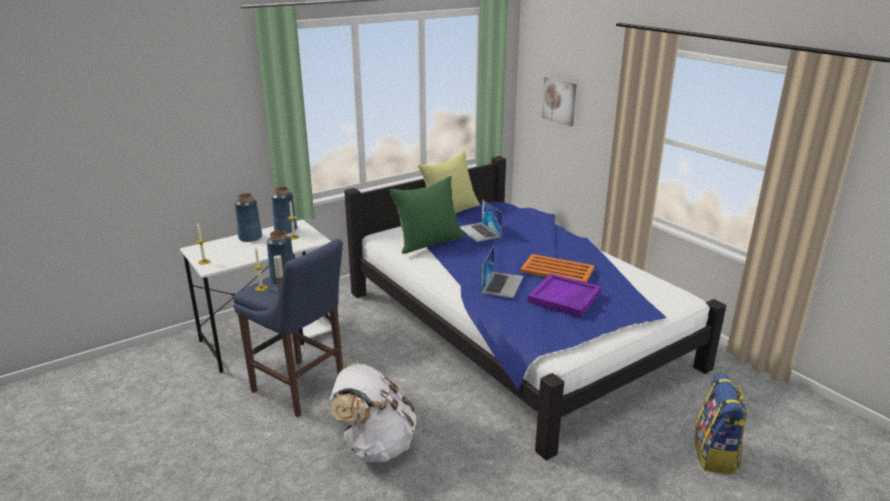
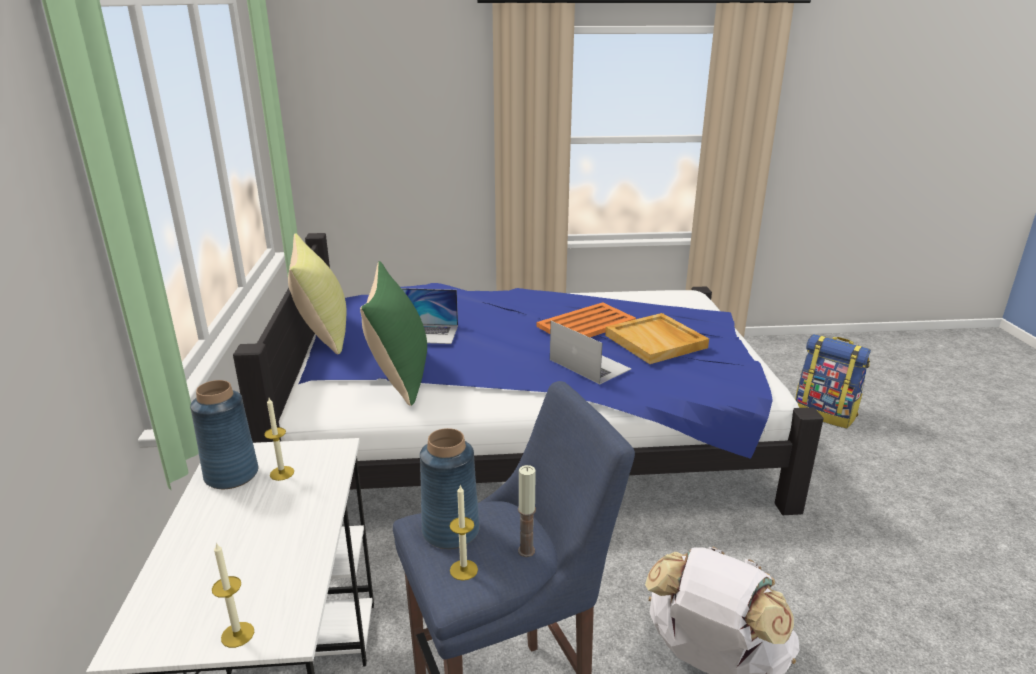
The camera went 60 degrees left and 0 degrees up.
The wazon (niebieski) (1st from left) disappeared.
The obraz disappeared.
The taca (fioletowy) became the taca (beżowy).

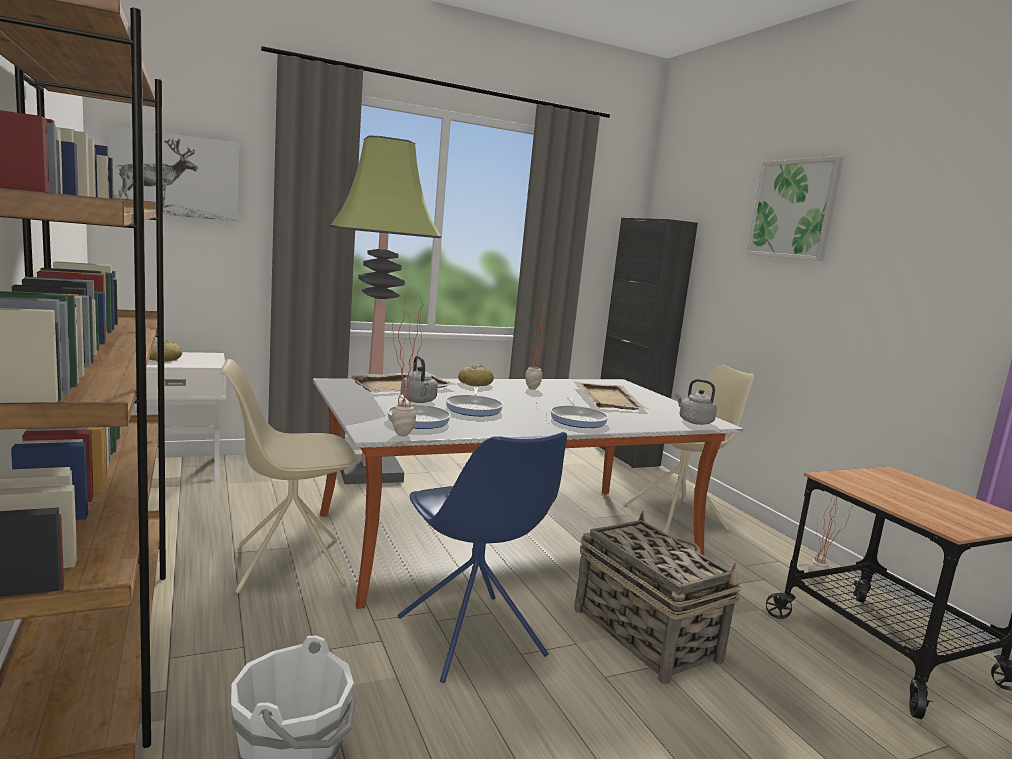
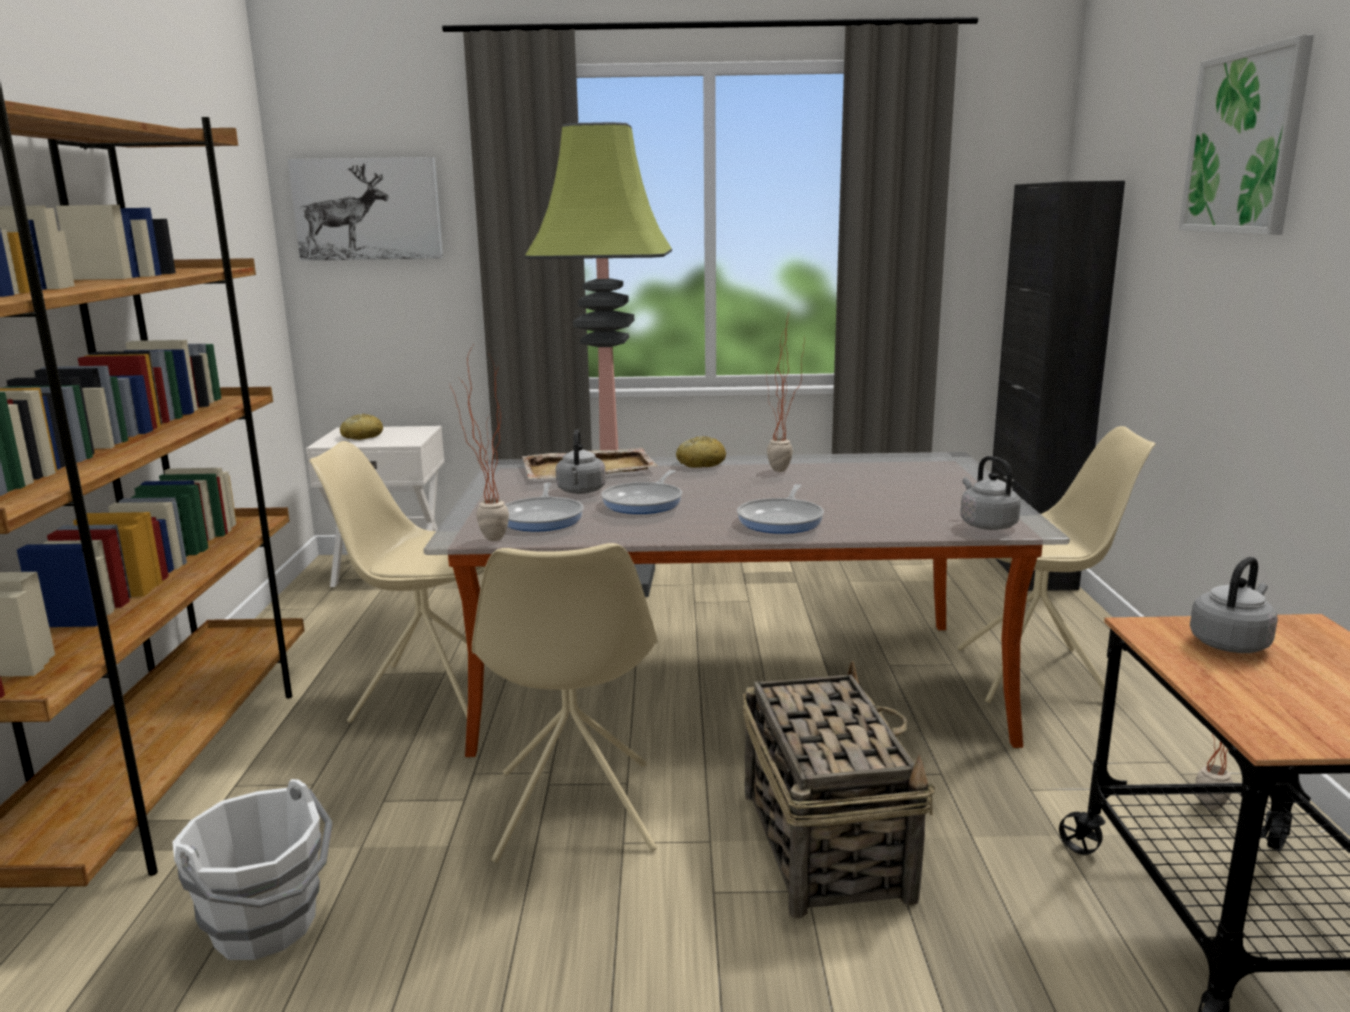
The camera went 25 degrees right and 5 degrees up.
The taca (beżowy) (2nd from left) disappeared.
The czajnik (szary) (3rd from left) appeared.
The krzesło (niebieski) became the krzesło (beżowy) (2nd from left).

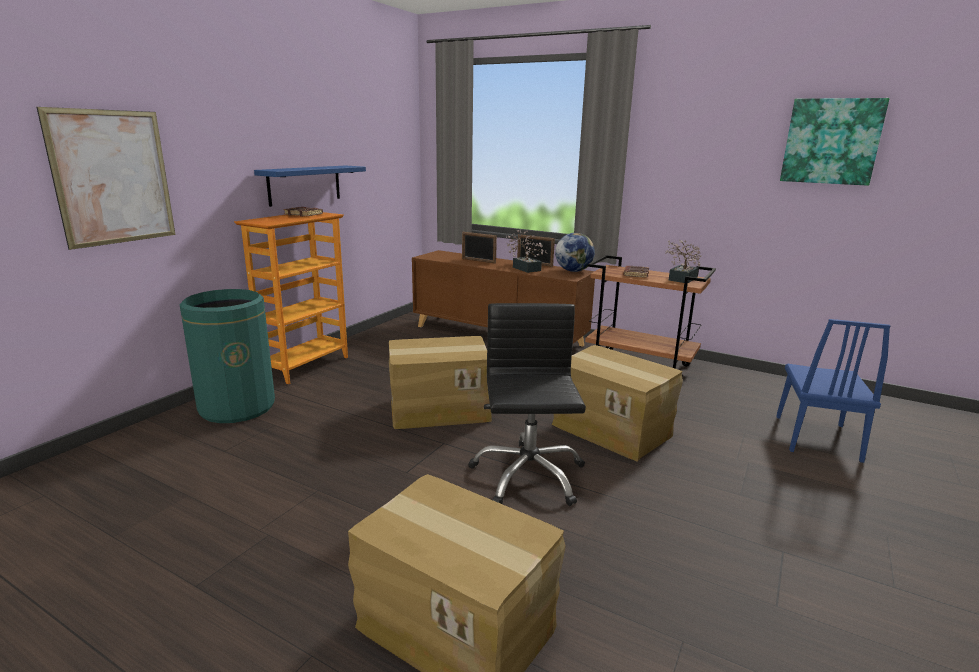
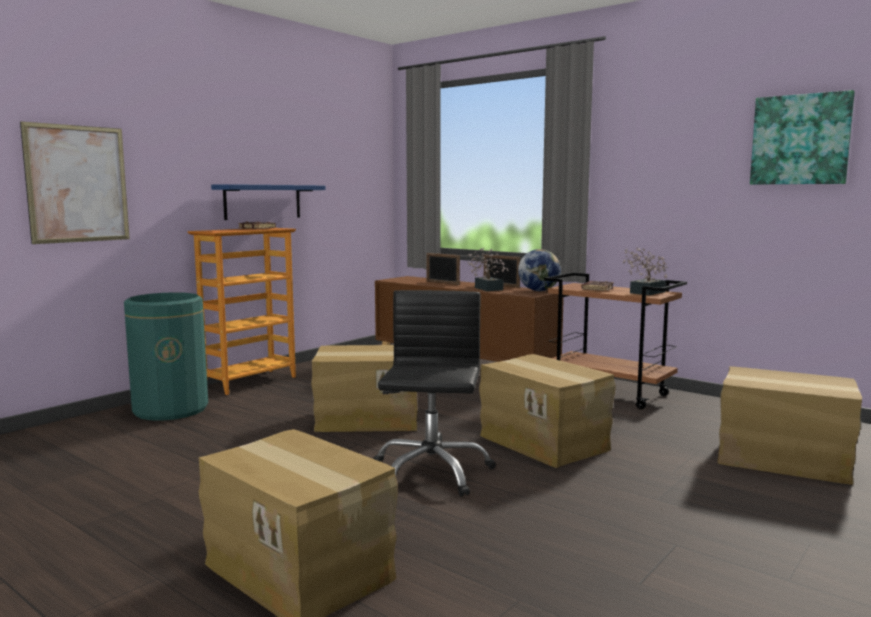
The camera went 10 degrees right and 10 degrees down.
The krzesło (niebieski) was replaced by the karton (4th from left).

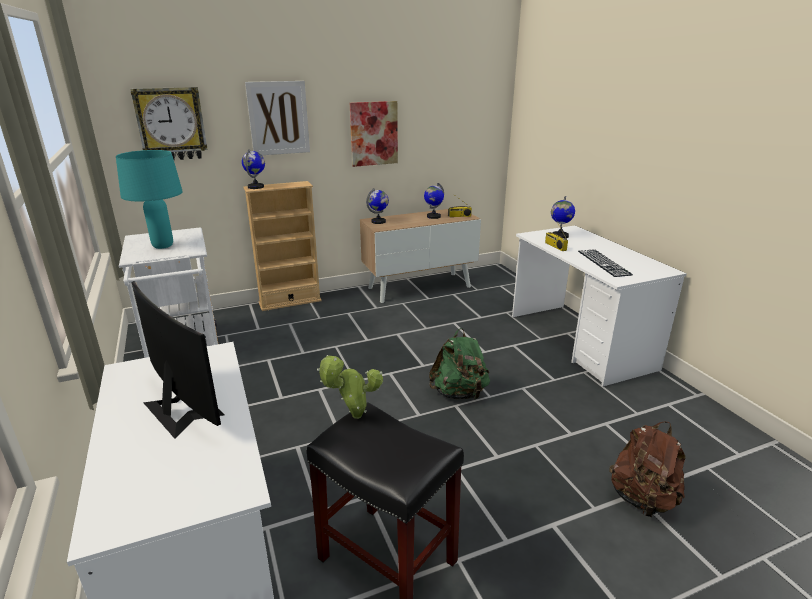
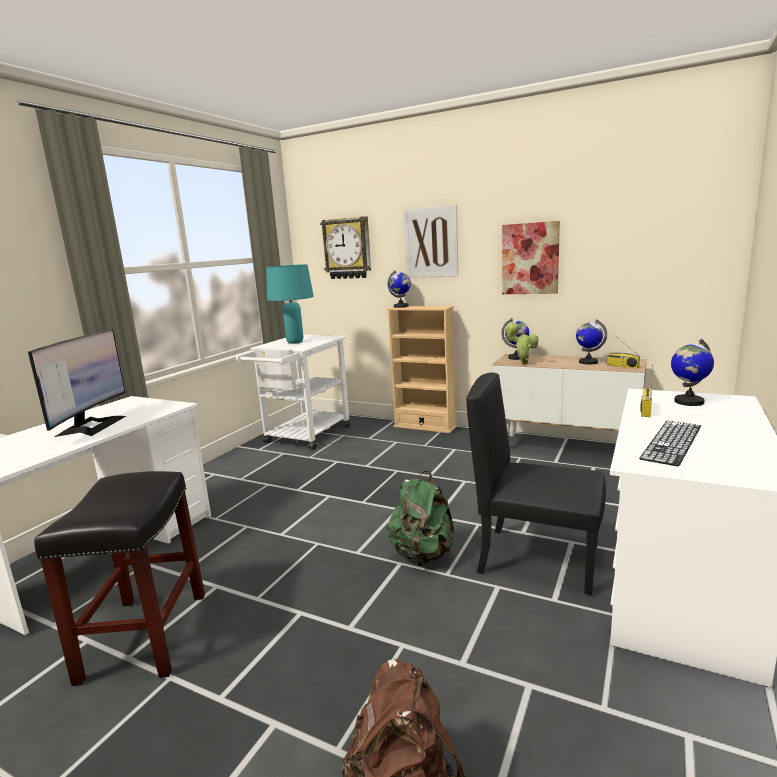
The camera went 50 degrees right and 10 degrees down.
The krzesło (czarny) appeared.
The roślina doniczkowa moved.

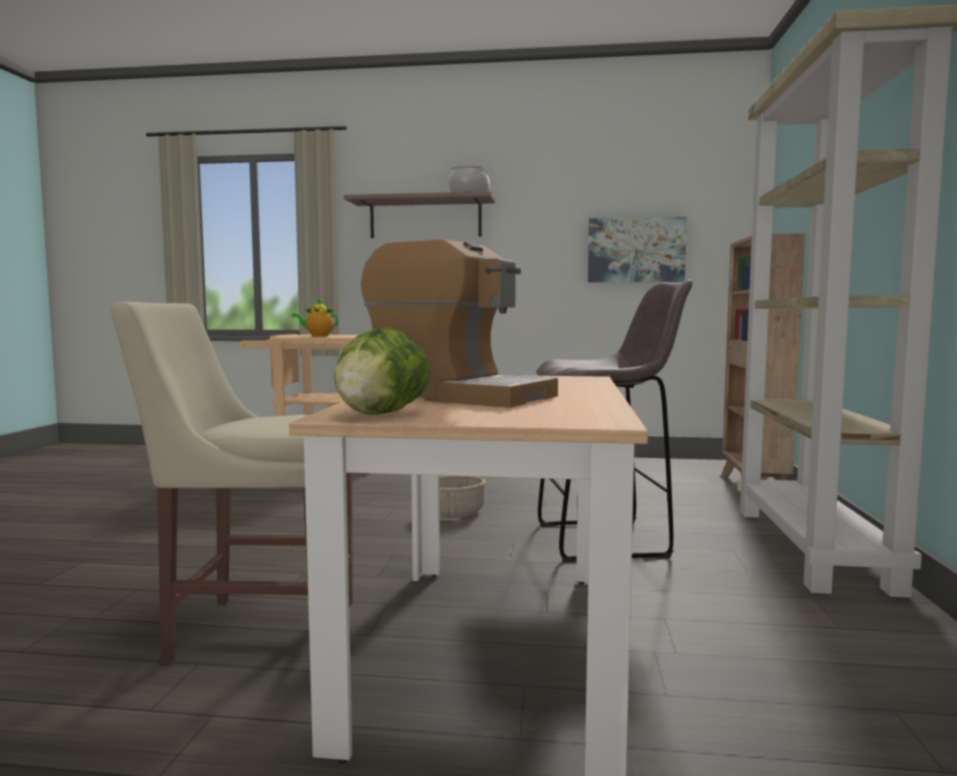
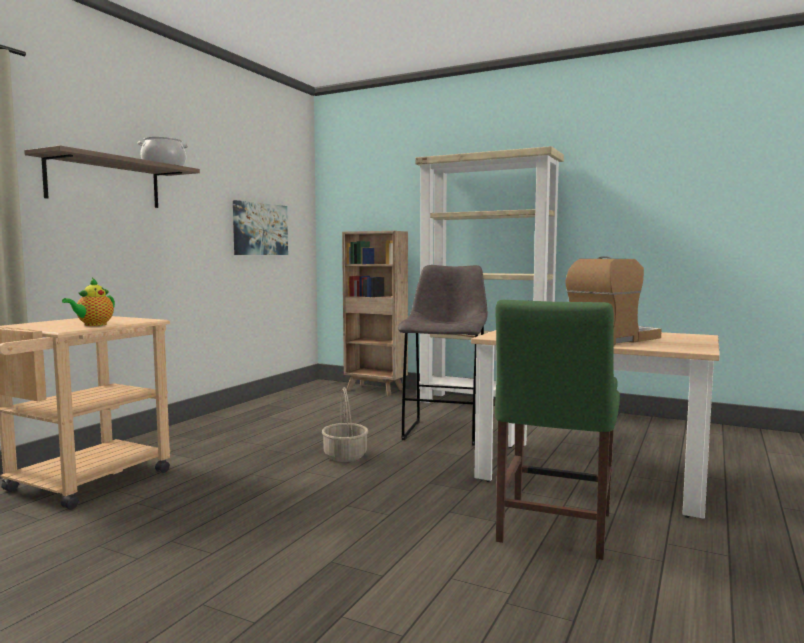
The camera went 70 degrees left and 0 degrees up.
The sałata disappeared.
The krzesło (beżowy) became the krzesło (zielony).

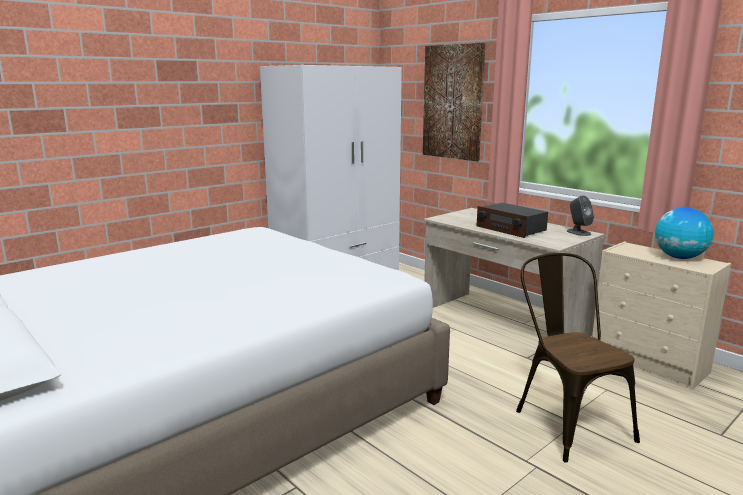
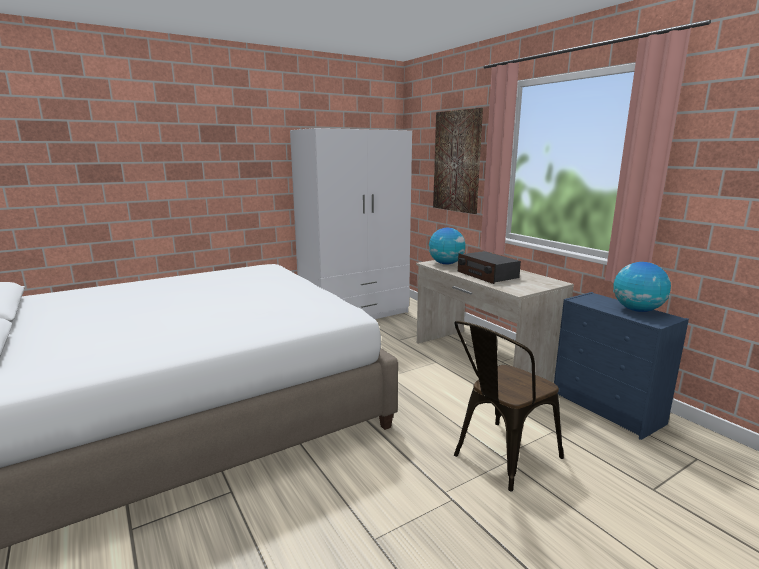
The camera went 10 degrees right and 0 degrees up.
The głośnik (szary) disappeared.
The globus (1st from left) appeared.
The komoda (beżowy) became the komoda (niebieski).
The krzesło (brązowy) turned 120 degrees counterclockwise.

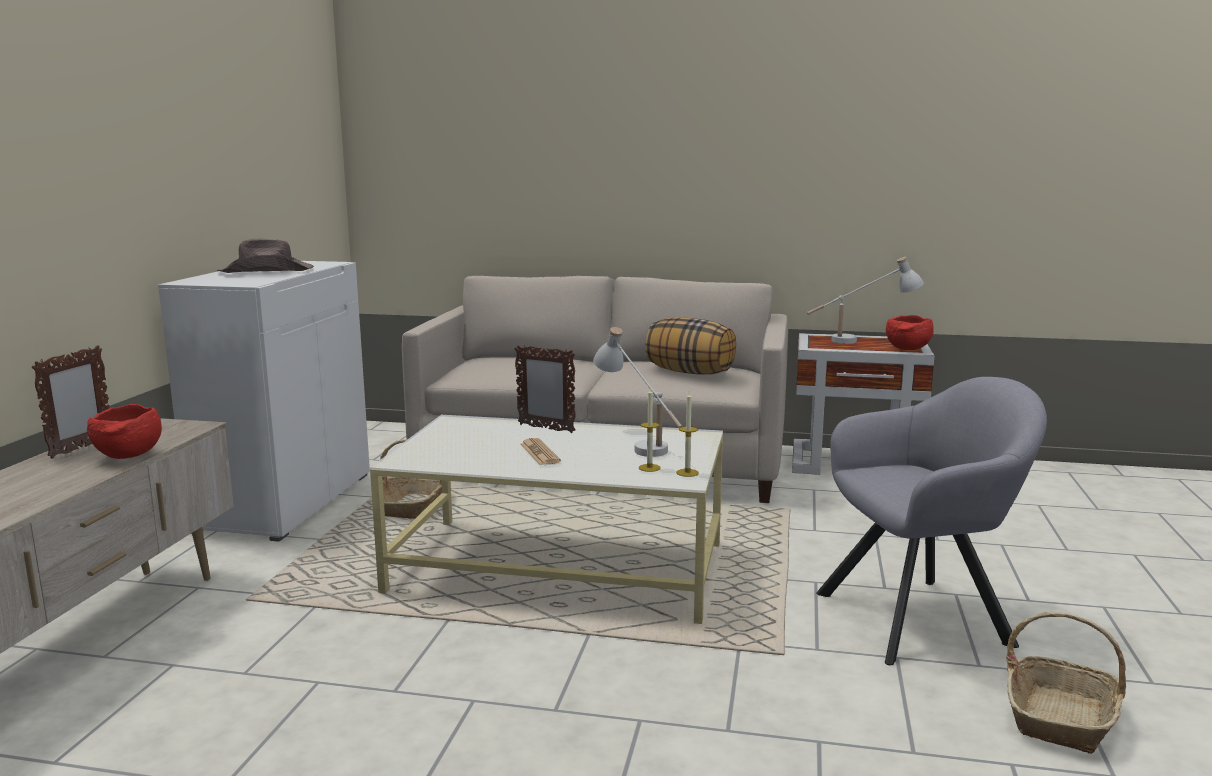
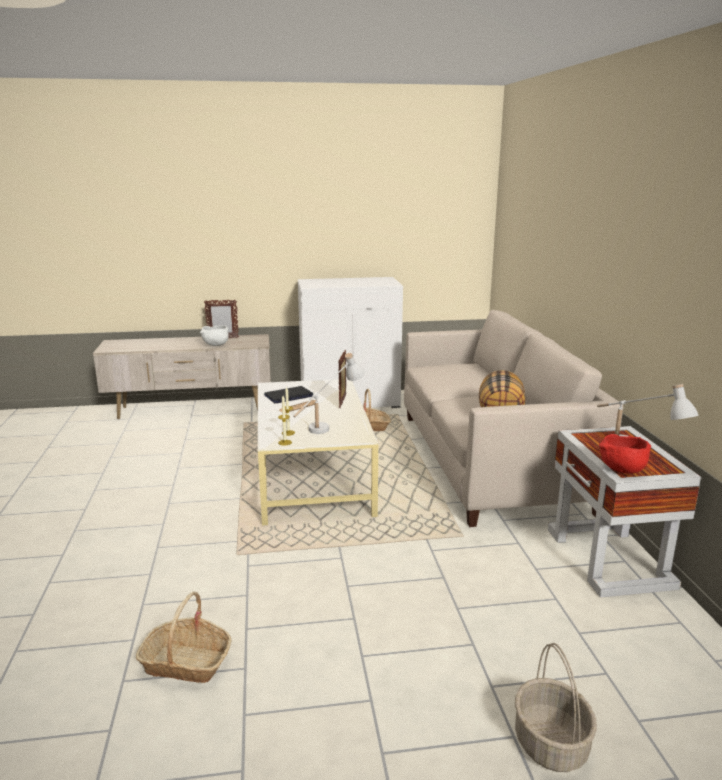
The camera went 70 degrees right and 5 degrees up.
The kapelusz (brązowy) disappeared.
The fotel (szary) disappeared.
The laptop appeared.
The koszyk (3rd from left) appeared.
The miska (czerwony) (1st from left) became the miska (biały).

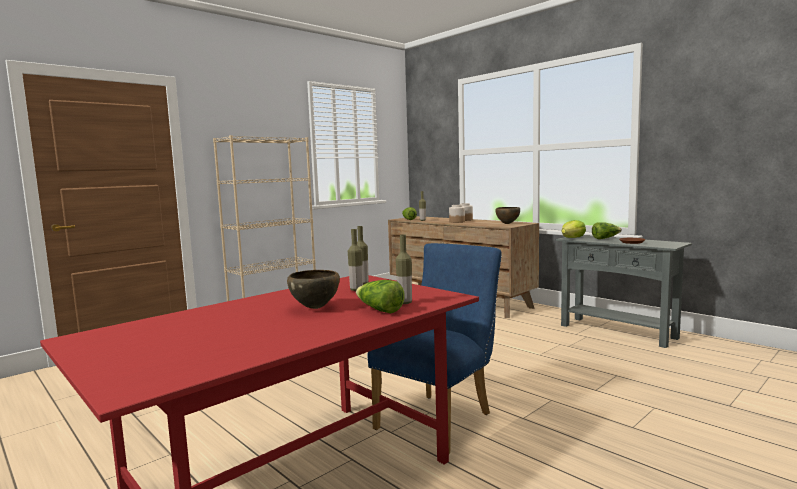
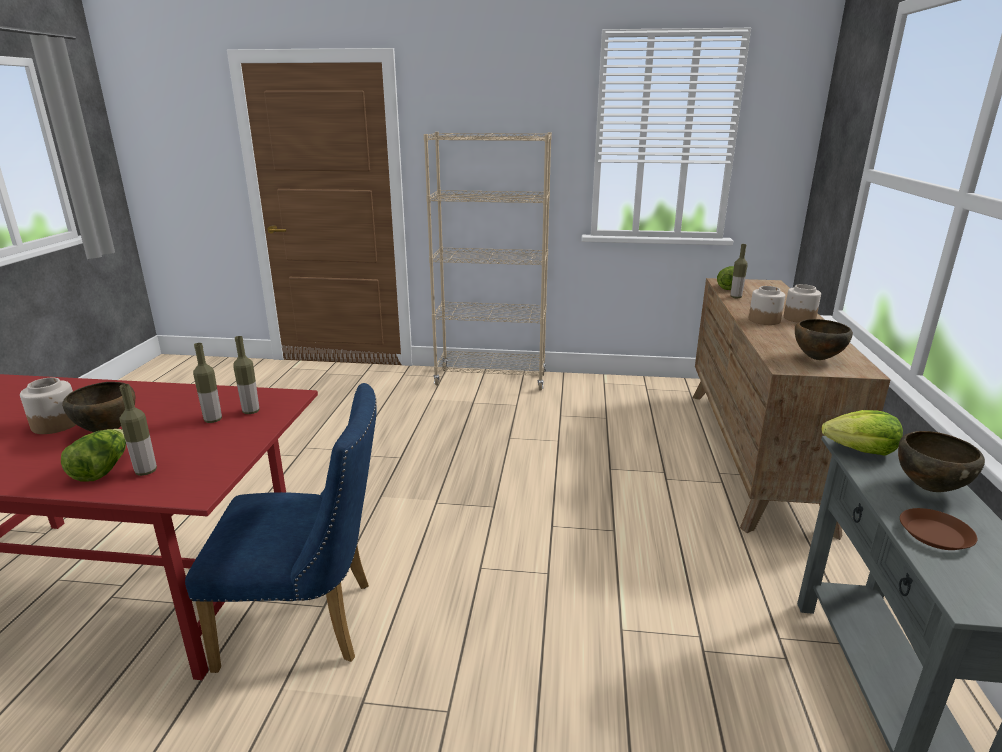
The camera went 50 degrees right and 15 degrees up.
The słoik (1st from left) appeared.
The sałata (4th from left) was replaced by the miska (brązowy) (3rd from left).

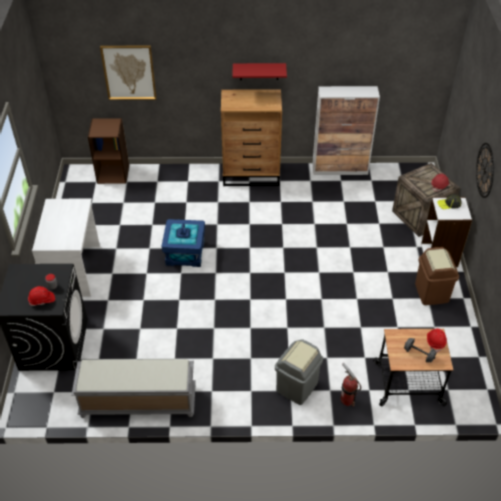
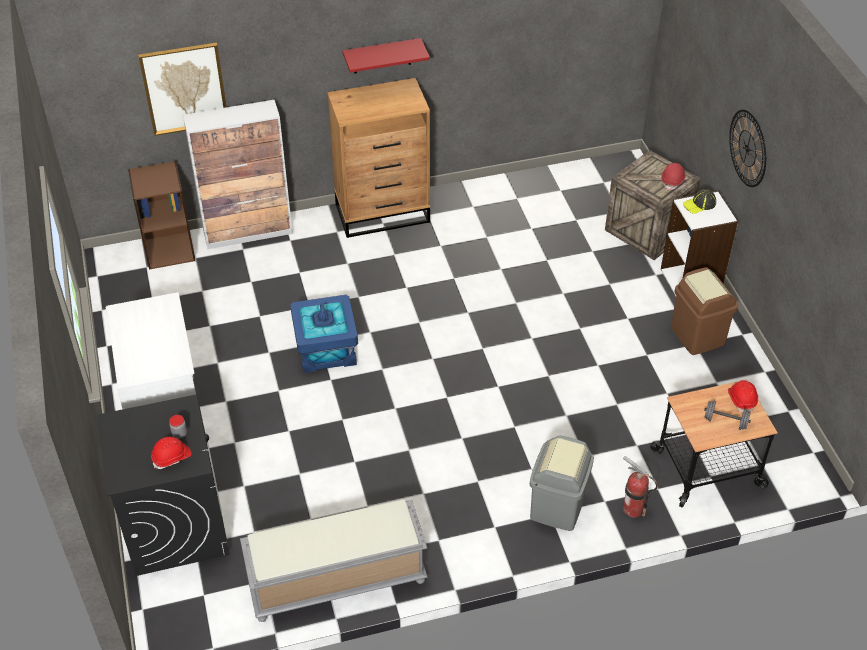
The camera went 15 degrees left and 0 degrees up.
The szafka moved.

